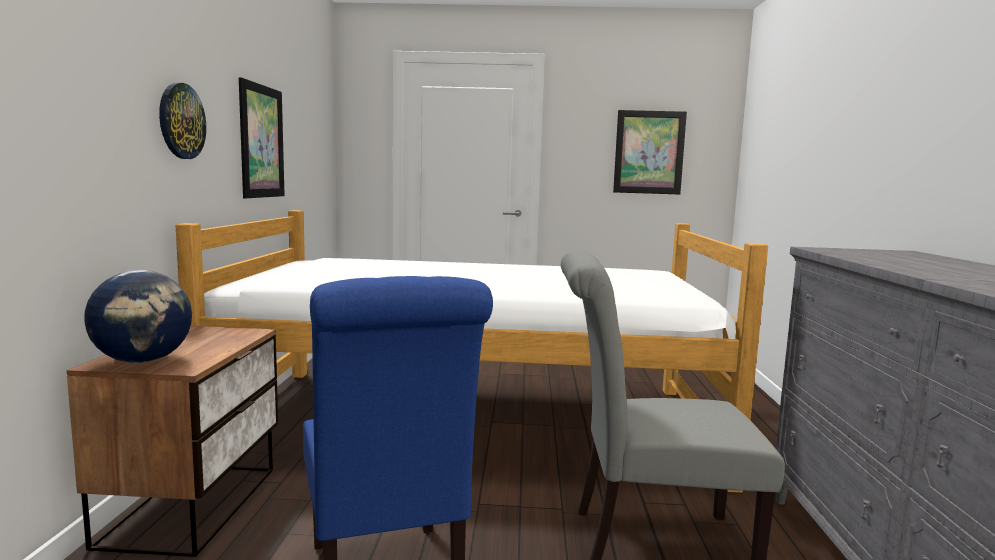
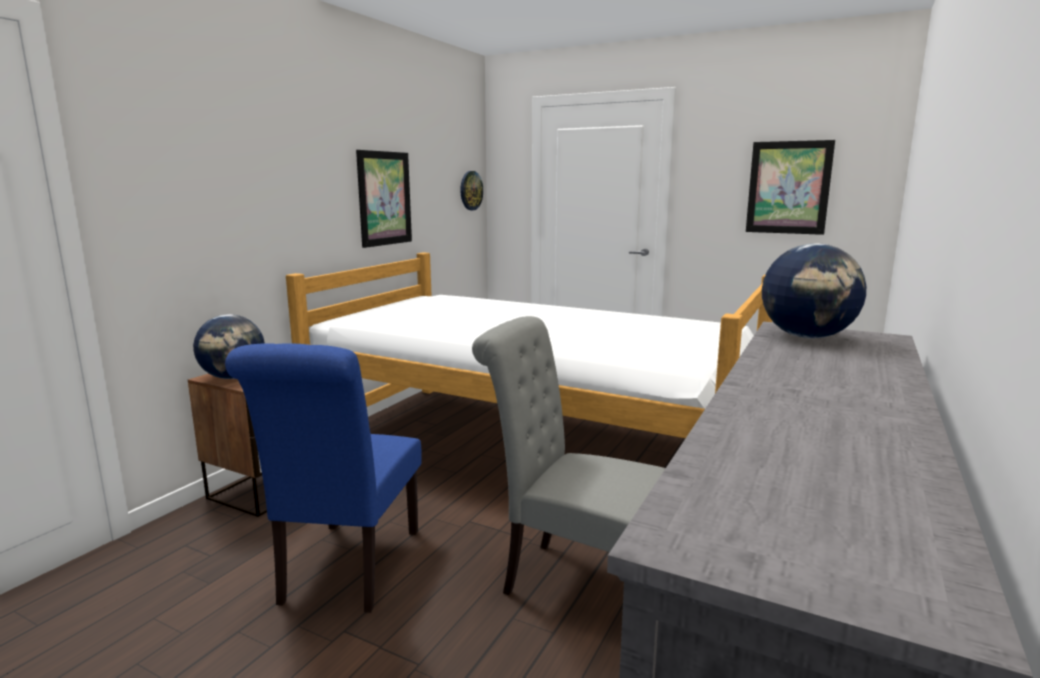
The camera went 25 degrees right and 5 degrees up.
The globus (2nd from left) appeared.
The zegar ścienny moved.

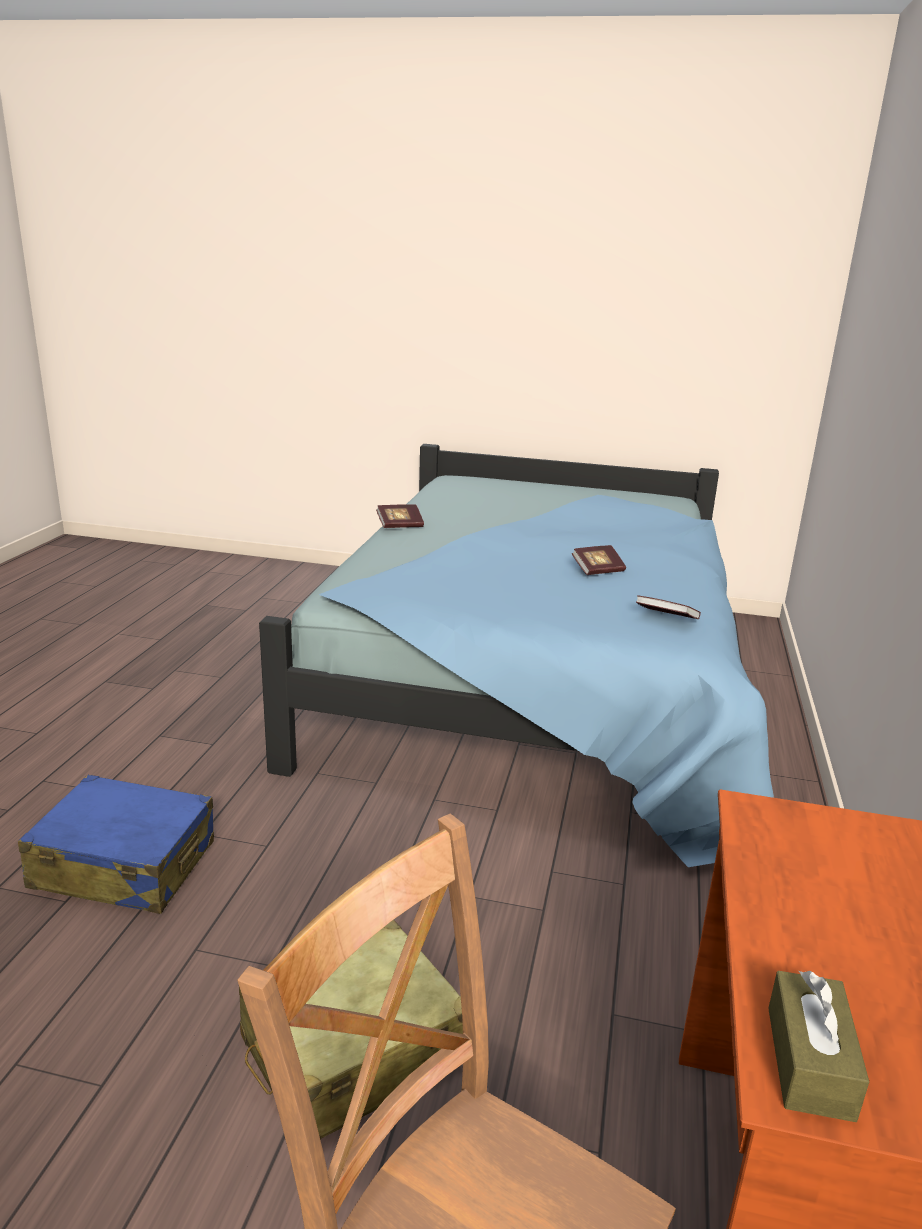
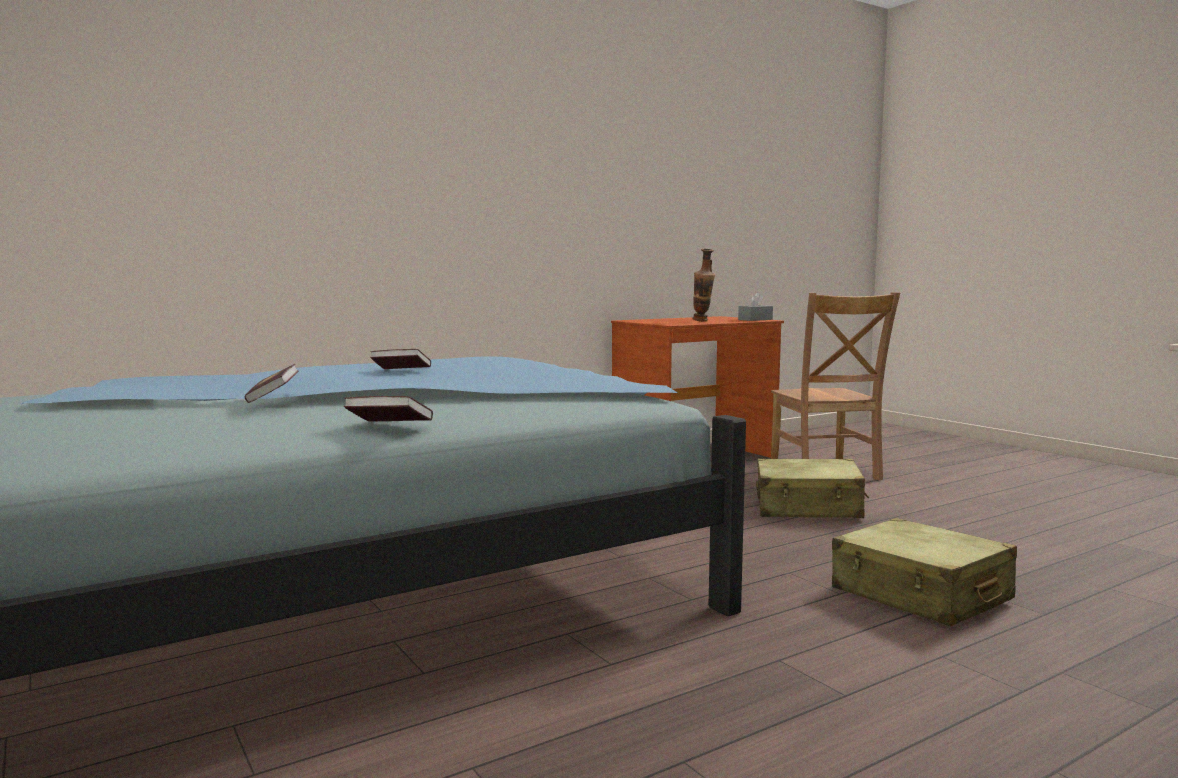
The camera went 135 degrees left and 15 degrees down.
The wazon appeared.
The książka (3rd from left in the first image) moved.
The walizka (niebieski) became the walizka (beżowy) (2nd from left).
The pudełko chusteczek (brązowy) became the pudełko chusteczek (szary).

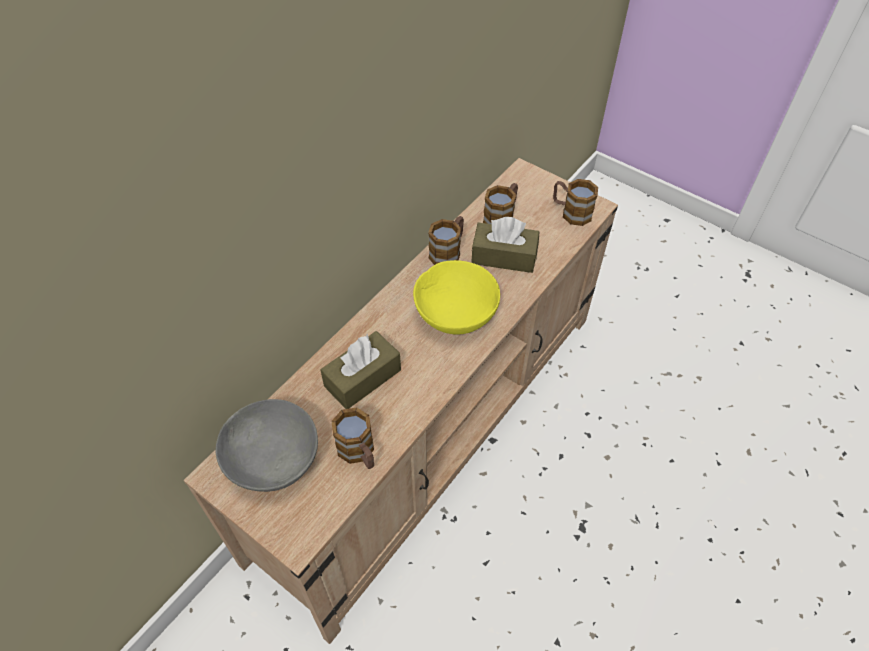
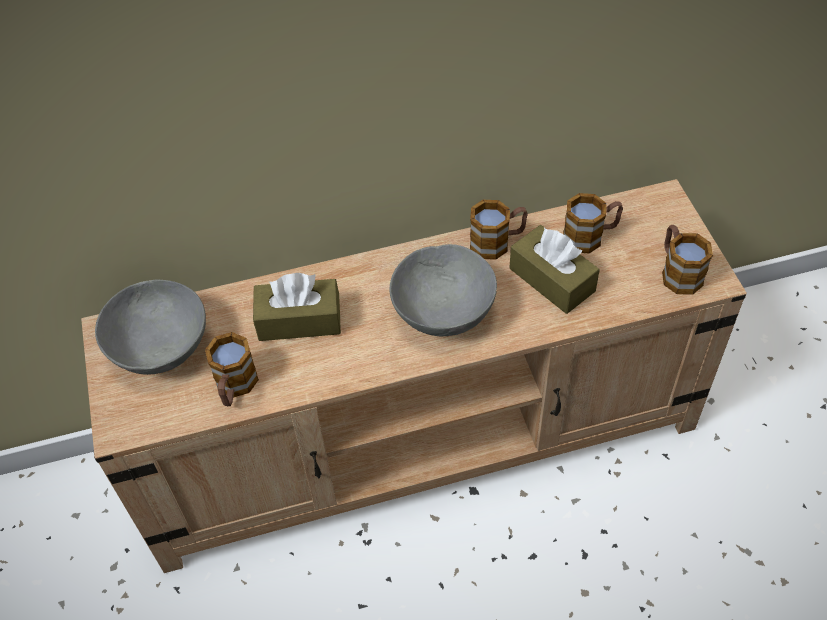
The camera went 40 degrees right and 0 degrees up.
The miska (żółty) became the miska (szary) (2nd from left).

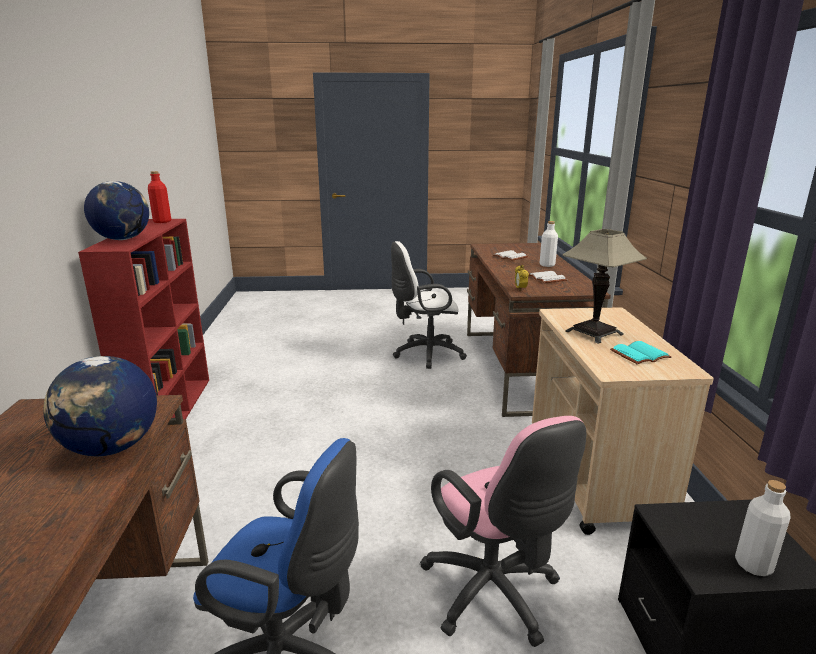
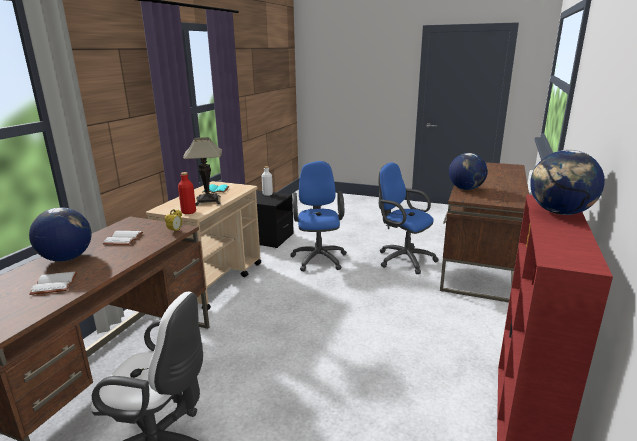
The camera went 155 degrees left and 0 degrees up.
The butelka (czerwony) moved.
The butelka (biały) (1st from left) was replaced by the globus (1st from left).
The krzesło biurowe (różowy) became the krzesło biurowe (niebieski) (1st from left).

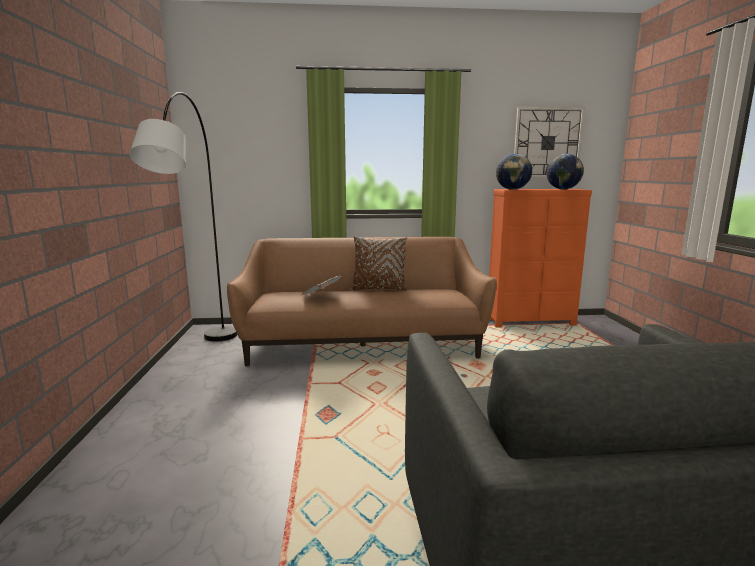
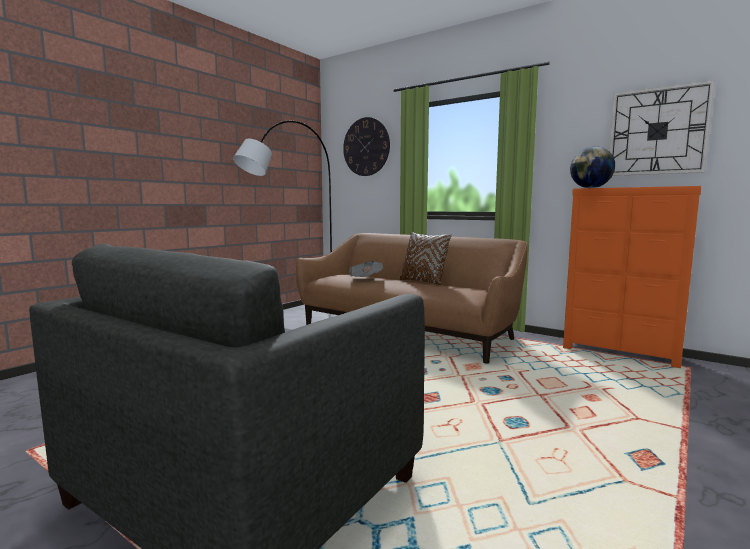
The camera went 40 degrees right and 5 degrees down.
The globus (2nd from left) disappeared.
The zegar ścienny (1st from left) appeared.

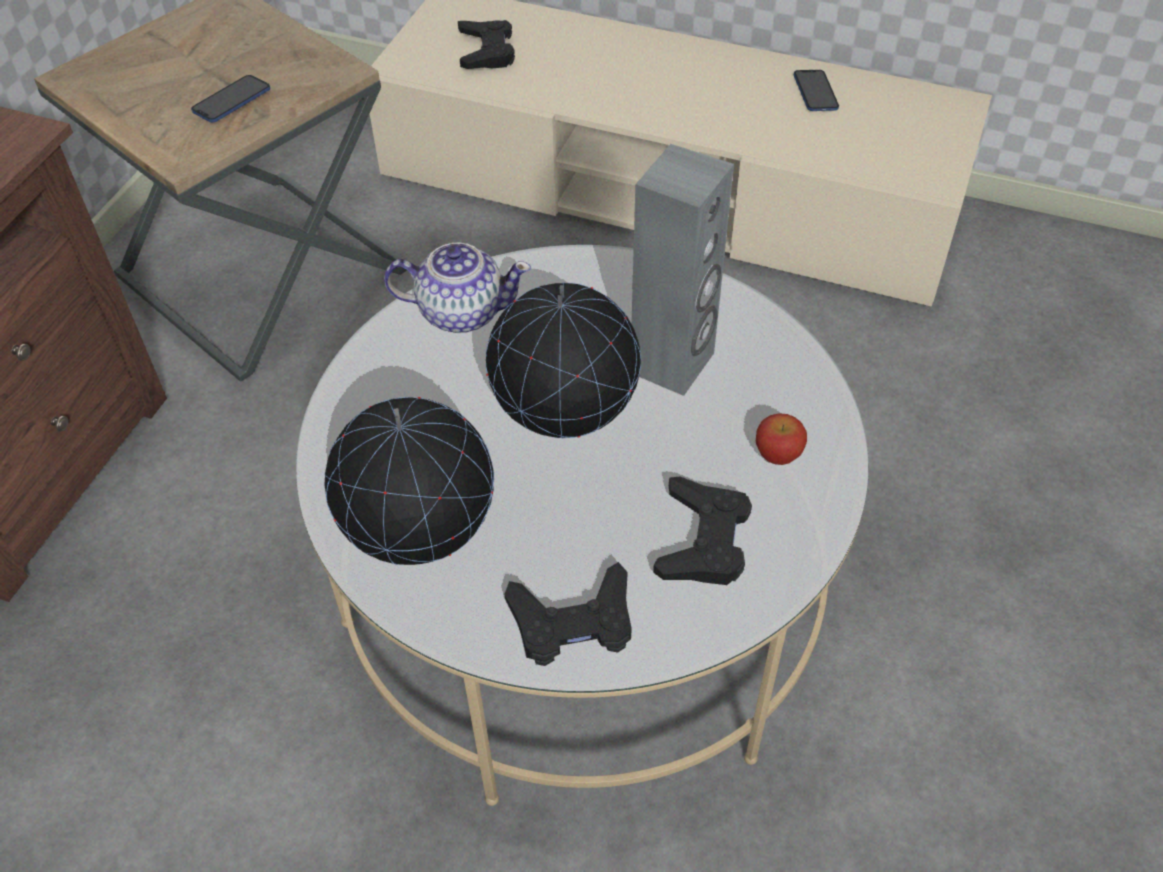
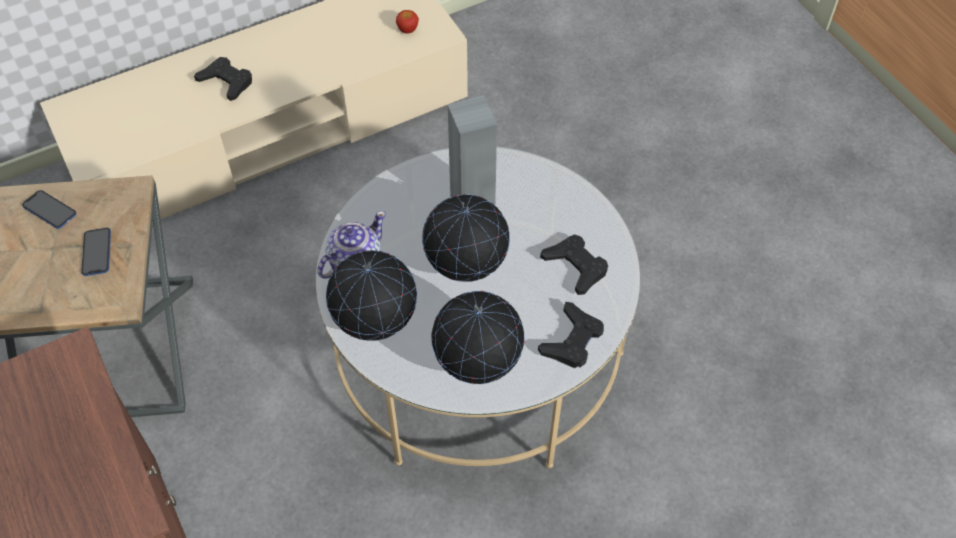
The camera went 50 degrees left and 5 degrees up.
The globus (1st from left) appeared.
The pad do gier (czarny) (1st from left) moved.
The jabłko moved.
The telefon (2nd from left in the first image) moved.

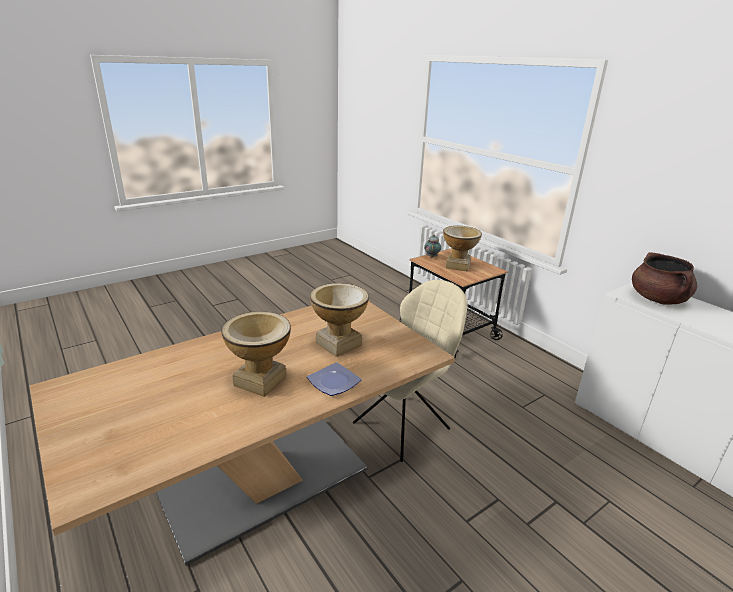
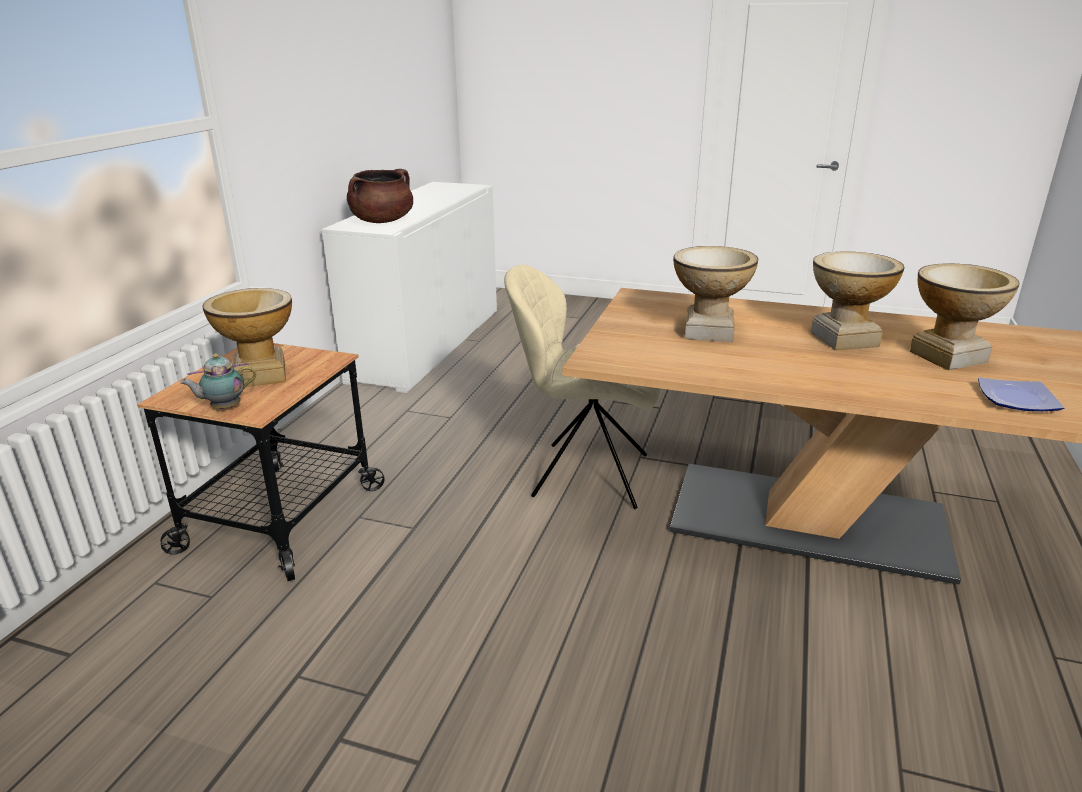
The camera went 125 degrees left and 0 degrees up.
The wazon (4th from left) appeared.
The talerz moved.

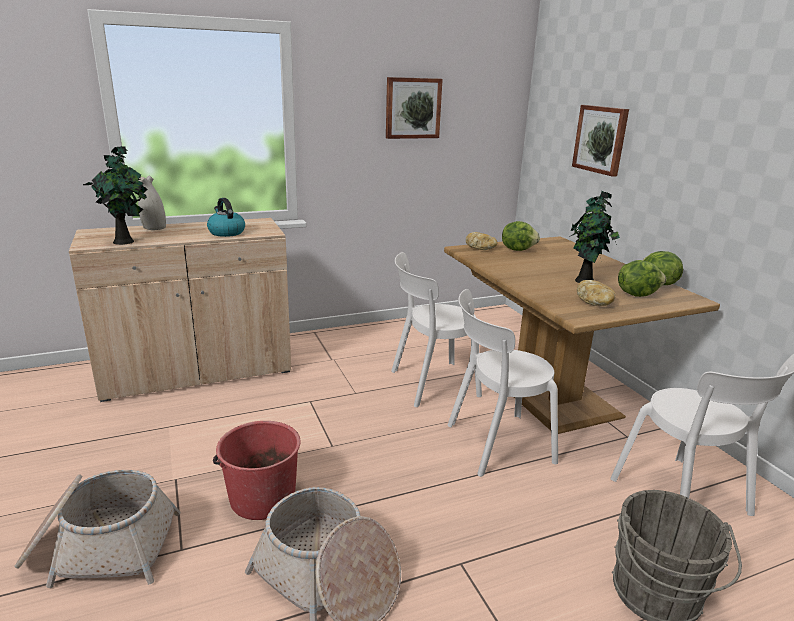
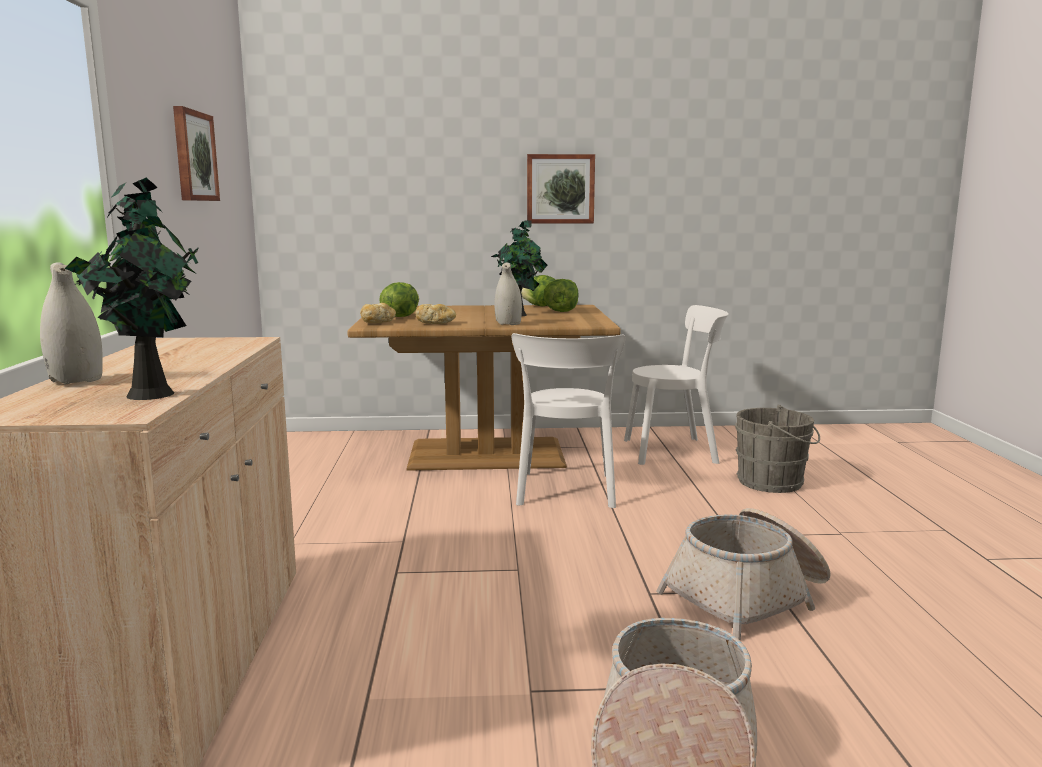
The camera went 70 degrees left and 10 degrees down.
The czajnik disappeared.
The wiadro (czerwony) disappeared.
The krzesło (biały) (1st from left) disappeared.
The wazon (biały) (2nd from left) appeared.
The obraz (2nd from left) moved.
The chleb (2nd from left) moved.

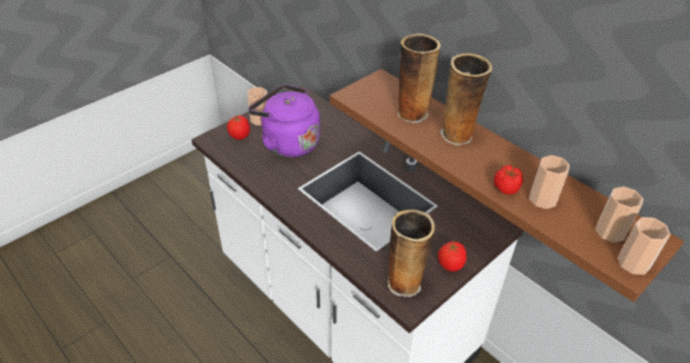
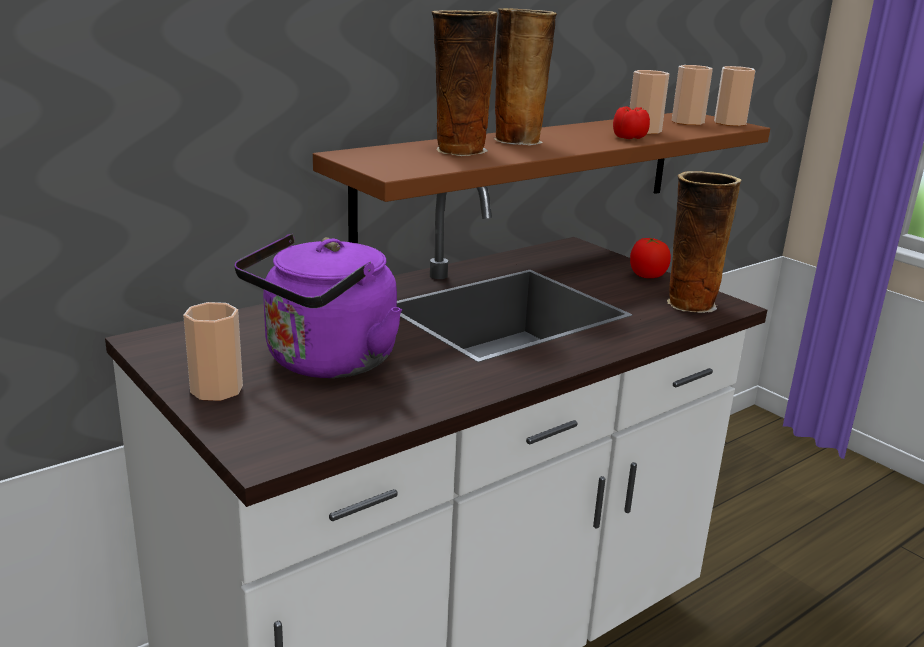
The camera went 85 degrees left and 20 degrees down.
The pomidor (1st from left) disappeared.

